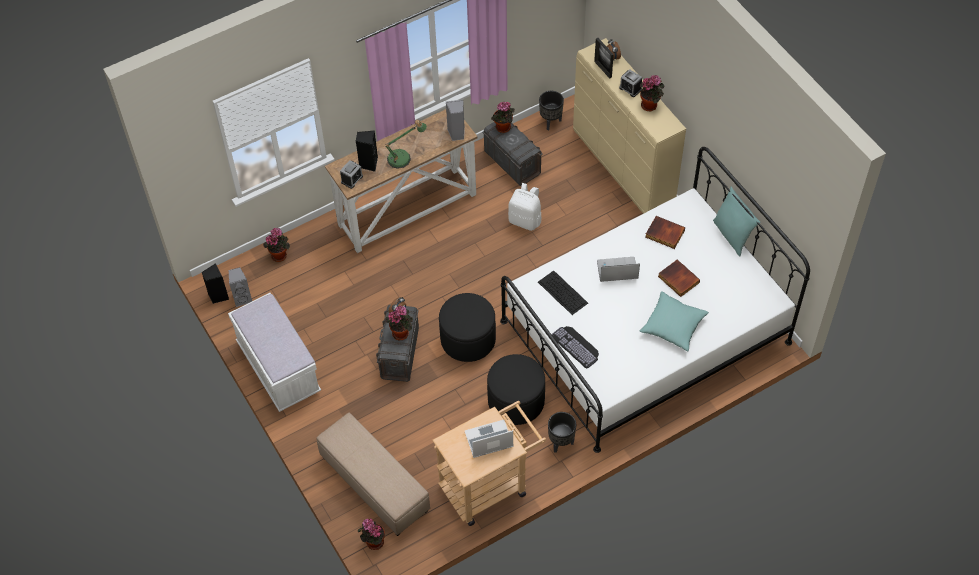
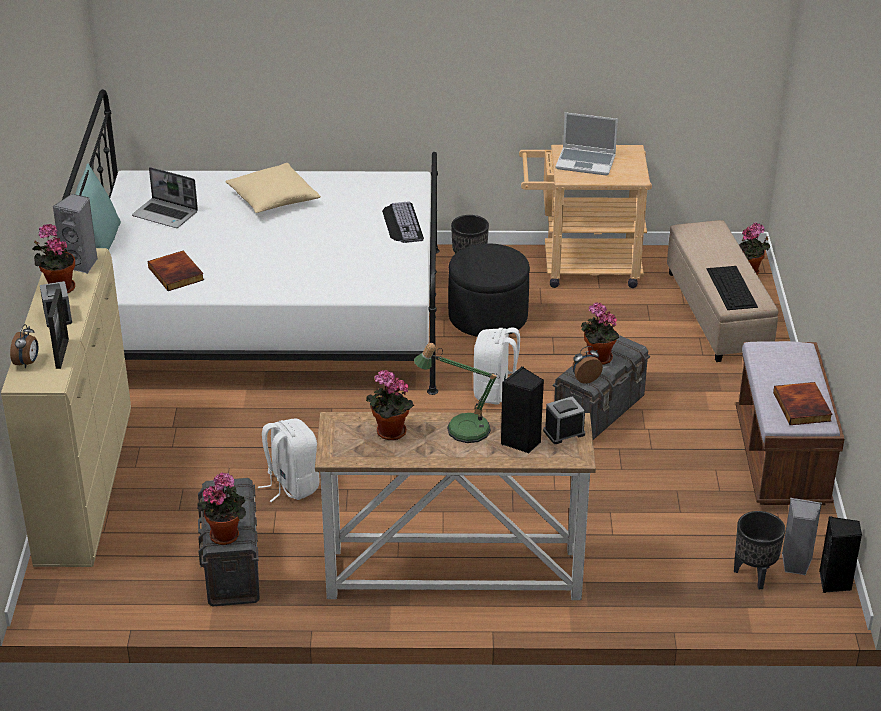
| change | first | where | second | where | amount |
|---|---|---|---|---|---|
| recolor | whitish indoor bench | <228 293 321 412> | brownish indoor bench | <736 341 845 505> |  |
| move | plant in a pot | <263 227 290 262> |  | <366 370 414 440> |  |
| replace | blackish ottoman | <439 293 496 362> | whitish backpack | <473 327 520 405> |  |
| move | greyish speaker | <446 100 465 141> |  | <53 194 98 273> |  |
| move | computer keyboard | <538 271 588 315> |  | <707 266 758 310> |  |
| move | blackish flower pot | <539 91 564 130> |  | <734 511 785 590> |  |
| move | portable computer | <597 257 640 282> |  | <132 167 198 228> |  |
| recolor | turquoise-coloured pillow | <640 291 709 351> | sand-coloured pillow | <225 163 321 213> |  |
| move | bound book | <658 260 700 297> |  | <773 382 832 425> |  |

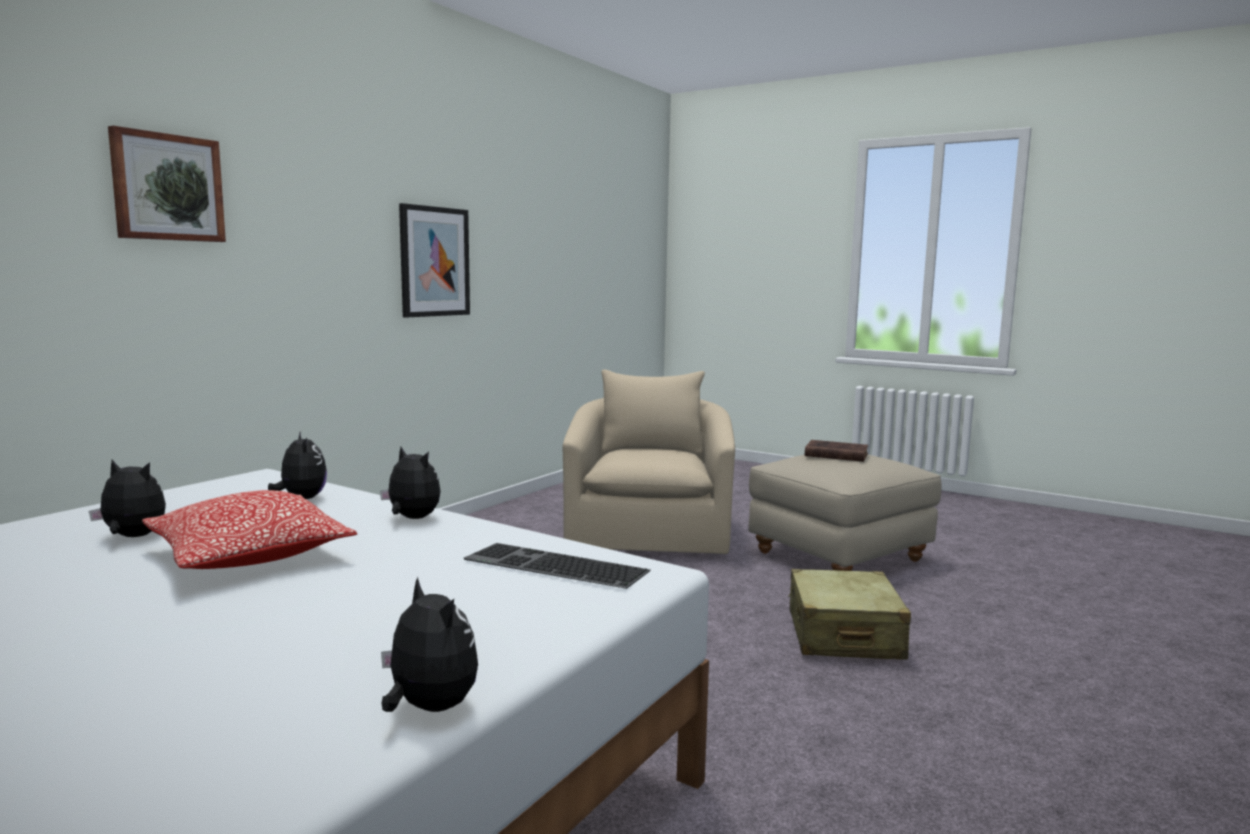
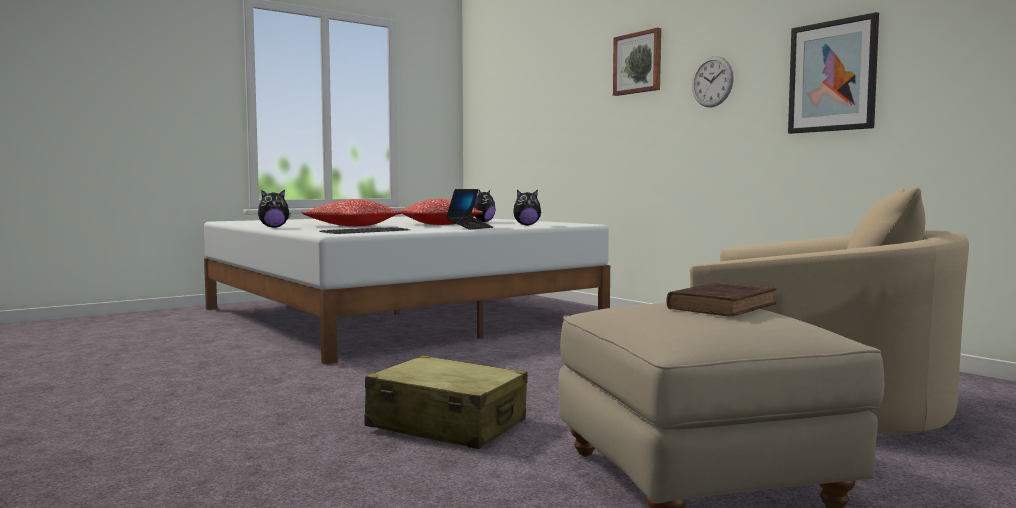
| change | first | where | second | where | amount |
|---|---|---|---|---|---|
| replace | plush toy | <380 447 441 519> | portable computer | <446 189 493 230> |  |
| insert |  |  | pillow | <301 199 403 226> |  |
| insert |  |  | clock on the wall | <692 56 734 107> |  |

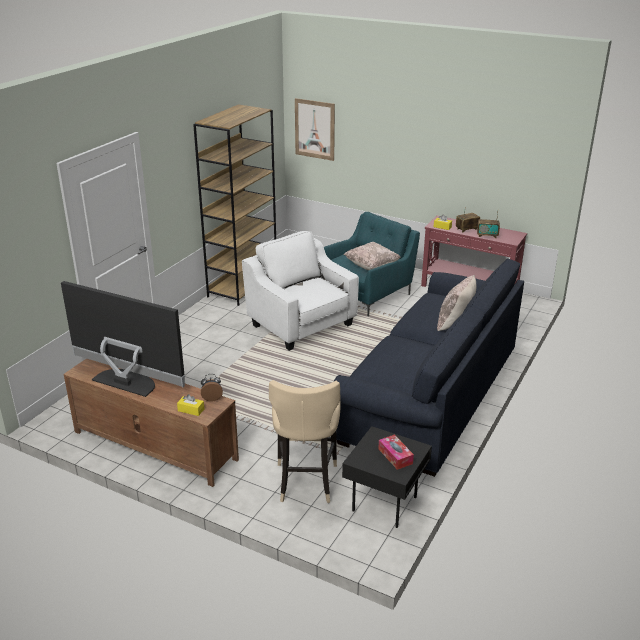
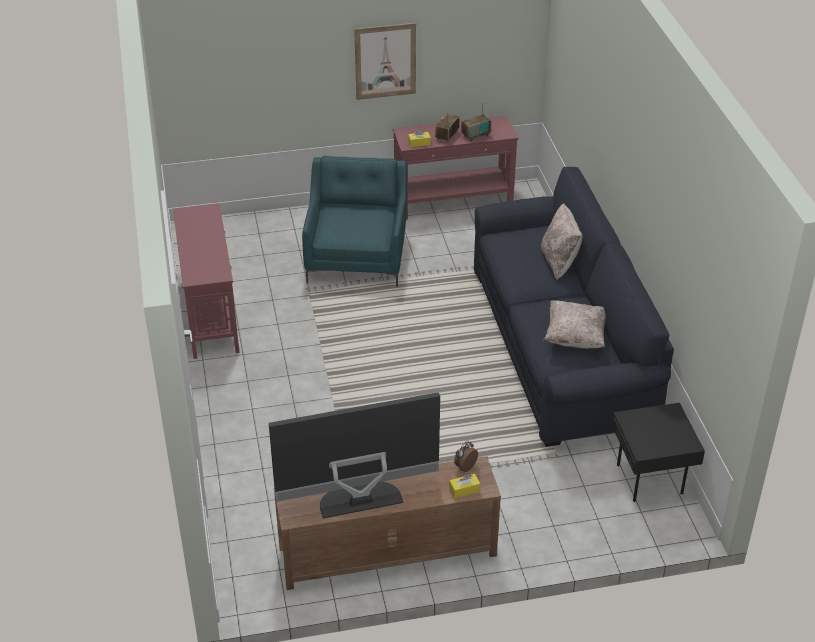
| change | first | where | second | where | amount |
|---|---|---|---|---|---|
| replace | brownish shelving unit | <193 104 276 306> | reddish console table | <173 203 239 359> |  |
| delete | whitish easy chair | <242 231 359 351> |  |  |  |
| delete | sand-coloured sitting stool | <269 380 341 503> |  |  |  |
| move | picture | <295 98 335 161> |  | <354 23 416 100> |  |
| move | sand-coloured pillow | <344 242 401 270> |  | <544 300 606 349> |  |
| delete | box of tissues | <378 435 414 470> |  |  |  |

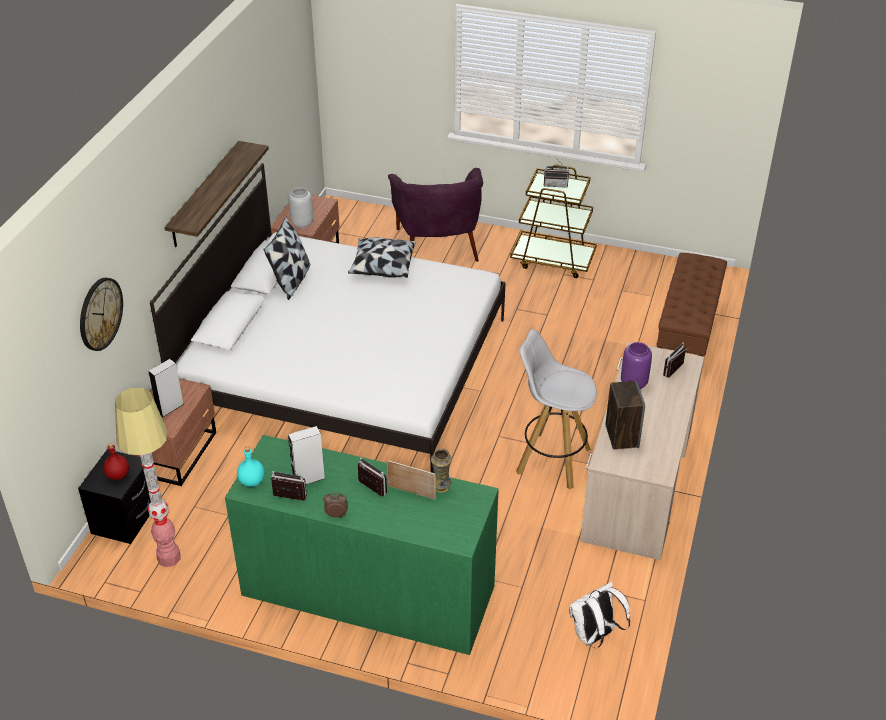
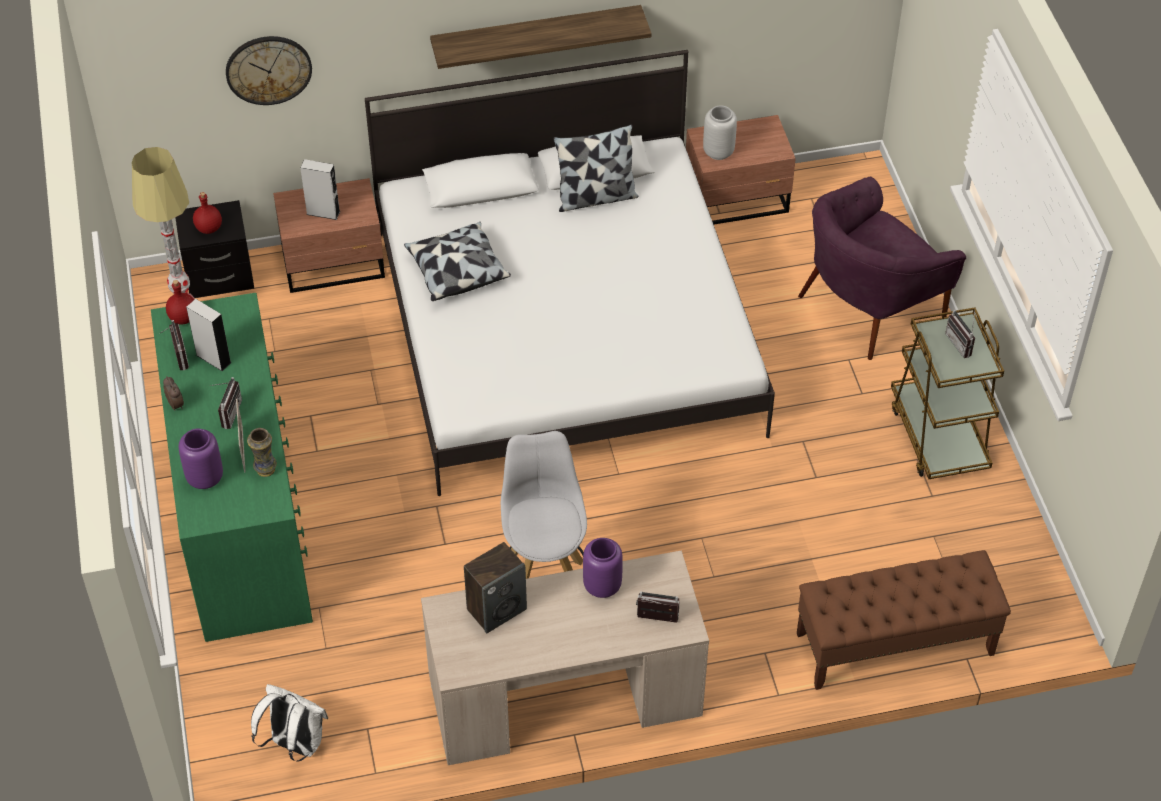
| change | first | where | second | where | amount |
|---|---|---|---|---|---|
| recolor | turquoise-coloured drink bottle | <237 447 265 487> | reddish drink bottle | <166 280 194 325> |  |
| move | pillow | <348 237 415 278> |  | <404 222 511 301> |  |
| insert |  |  | purple-coloured decorative vase | <179 429 223 489> |  |

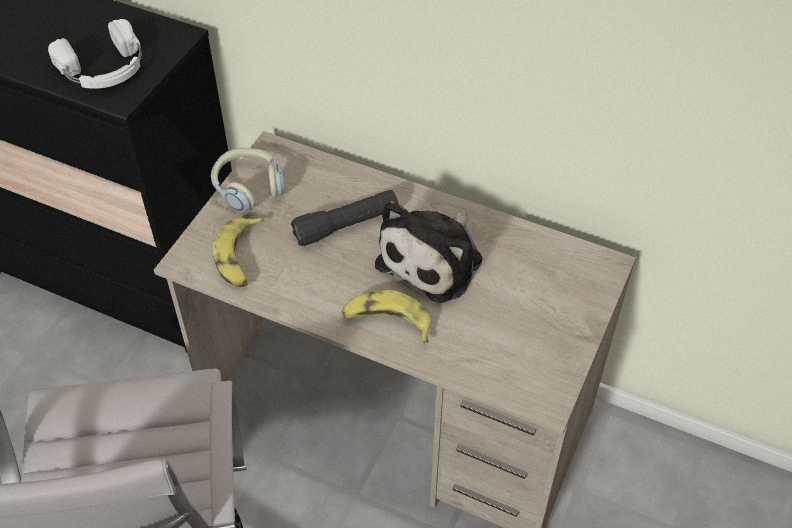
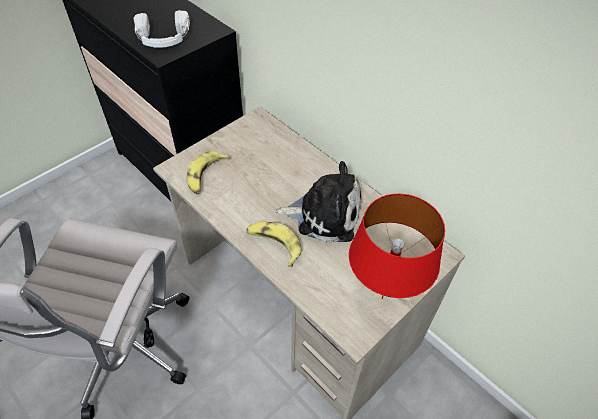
| change | first | where | second | where | amount |
|---|---|---|---|---|---|
| delete | pair of headphones | <211 148 285 212> |  |  |  |
| delete | blackish flashlight | <291 190 398 246> |  |  |  |
| rotate | plush toy | <375 201 482 303> |  | <275 161 361 243> | 135 degrees counterclockwise |
| insert |  |  | reddish tabletop lamp | <349 194 445 299> |  |

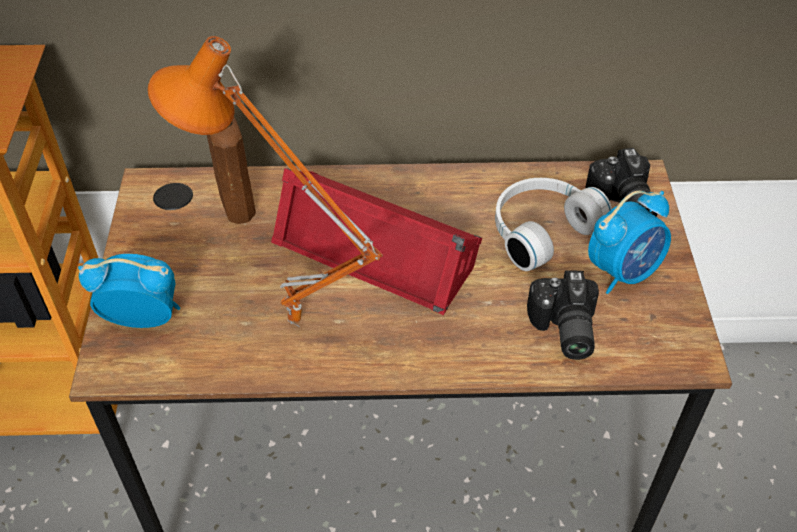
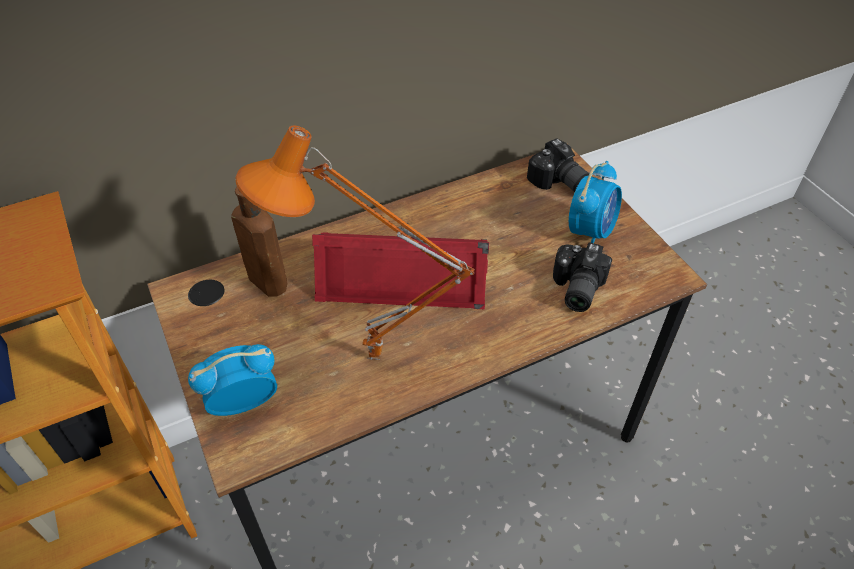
| change | first | where | second | where | amount |
|---|---|---|---|---|---|
| delete | whitish pair of headphones | <495 178 612 271> |  |  |  |
| rotate | still camera | <527 270 599 360> |  | <553 243 612 312> | 45 degrees clockwise |

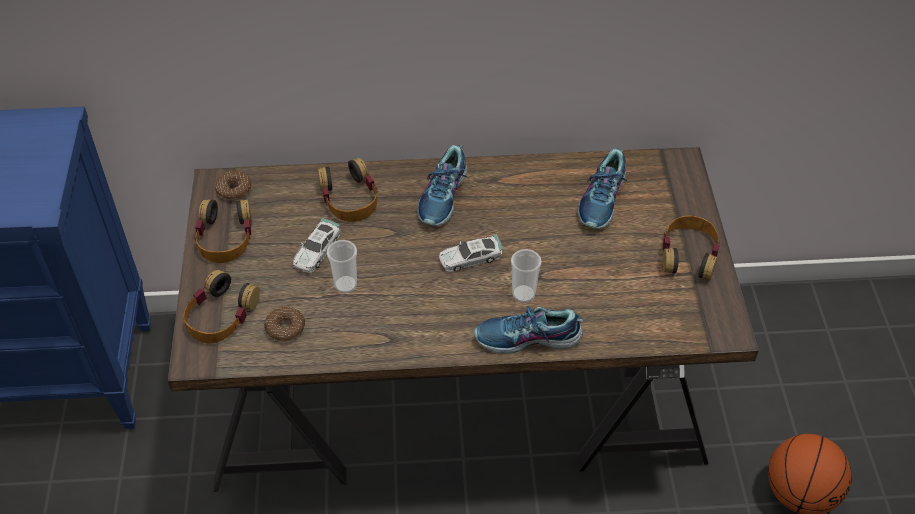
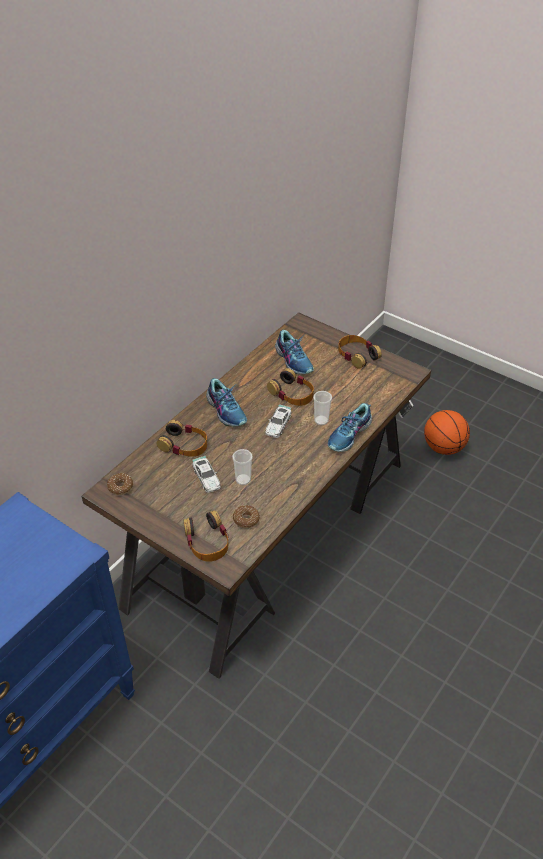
| change | first | where | second | where | amount |
|---|---|---|---|---|---|
| move | pair of headphones | <194 199 252 263> |  | <267 368 314 406> |  |

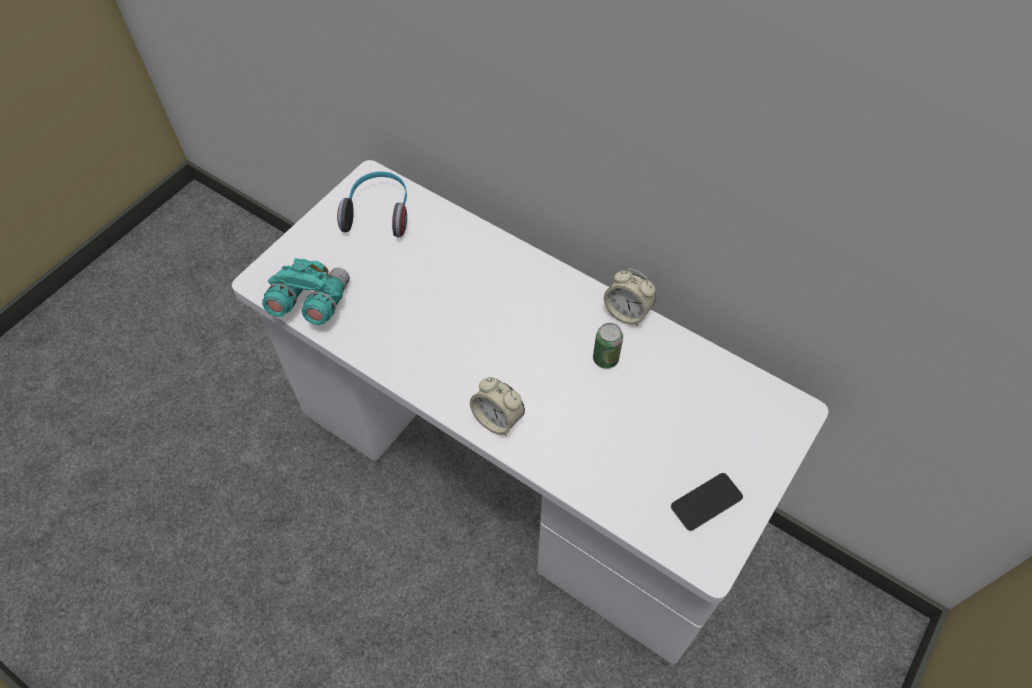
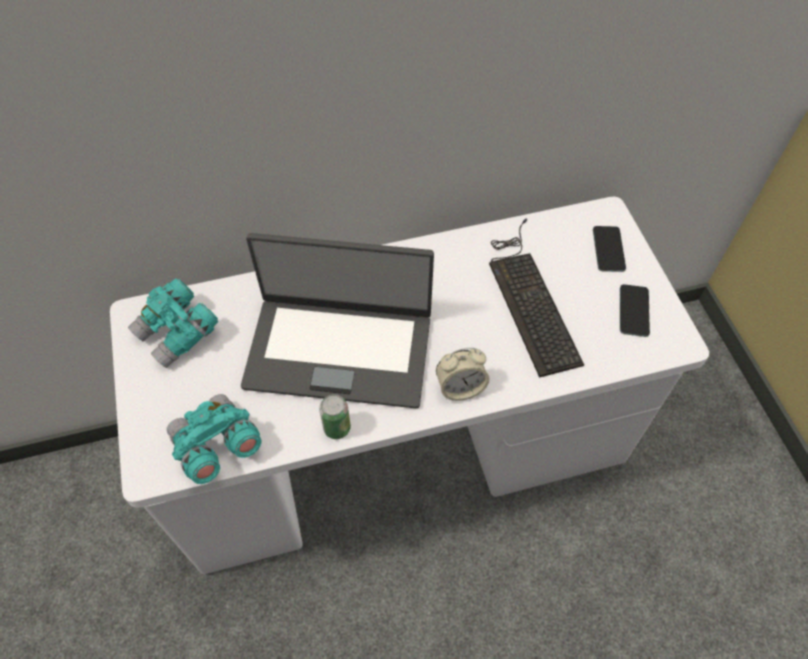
| change | first | where | second | where | amount |
|---|---|---|---|---|---|
| replace | pair of headphones | <337 171 407 237> | turquoise-coloured field glasses | <128 278 218 368> |  |
| move | can | <593 323 623 369> |  | <319 394 351 439> |  |
| delete | bedside clock | <604 269 656 326> |  |  |  |
| insert |  |  | portable computer | <241 233 434 408> |  |
| insert |  |  | computer keyboard | <489 218 584 378> |  |
| insert |  |  | phone | <593 226 626 272> |  |

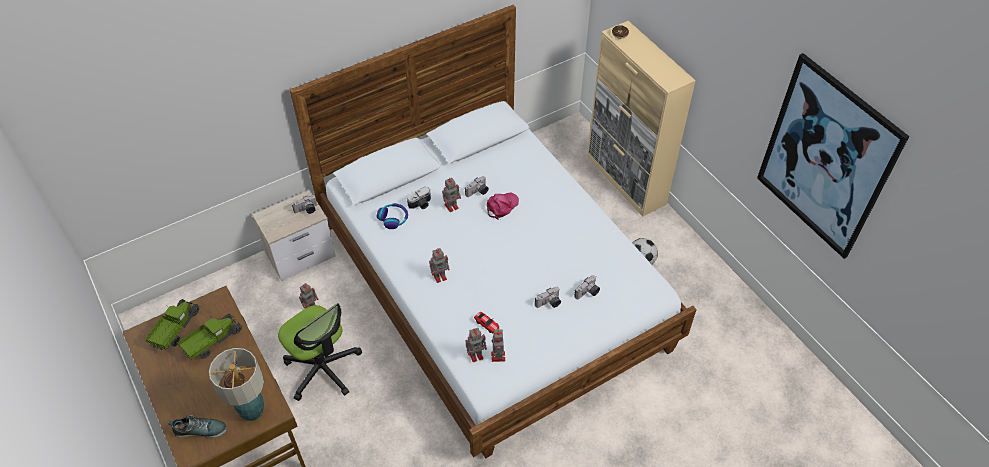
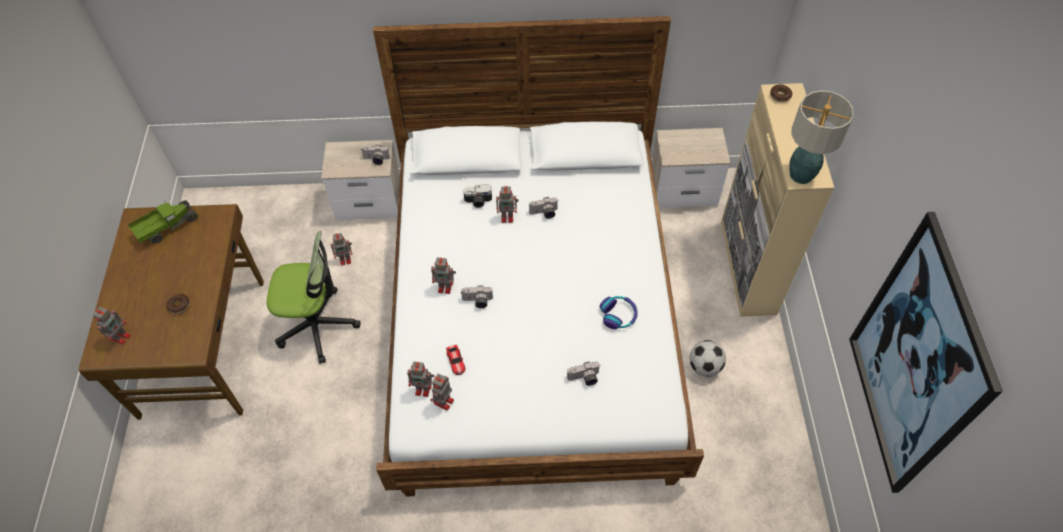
| change | first | where | second | where | amount |
|---|---|---|---|---|---|
| replace | shoe | <168 415 227 438> | toy robot | <93 307 131 345> |  |
| delete | model truck | <177 314 243 360> |  |  |  |
| move | tabletop lamp | <209 348 264 421> |  | <789 90 854 184> |  |
| rotate | office chair | <278 303 362 401> |  | <267 231 361 364> | 75 degrees counterclockwise |
| move | pair of headphones | <377 203 408 229> |  | <600 296 638 329> |  |
| delete | pink-coloured cap | <487 192 519 220> |  |  |  |
| move | still camera | <535 287 561 308> |  | <461 285 493 308> |  |
| insert |  |  | night table | <652 128 730 208> |  |

